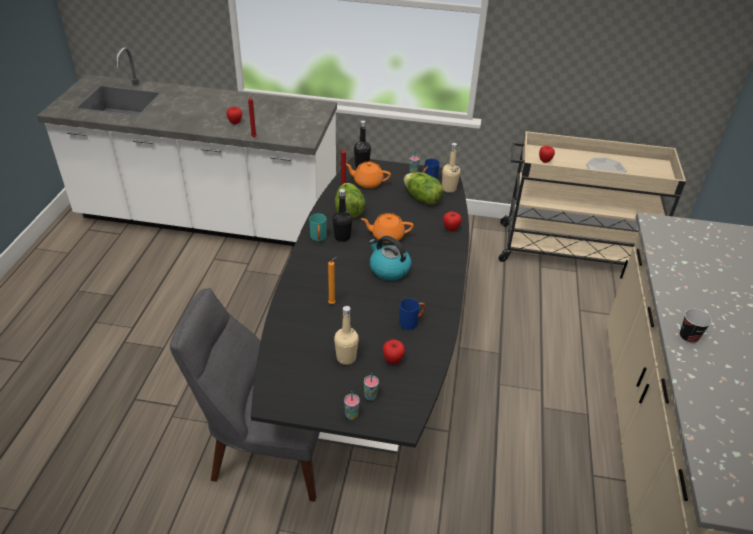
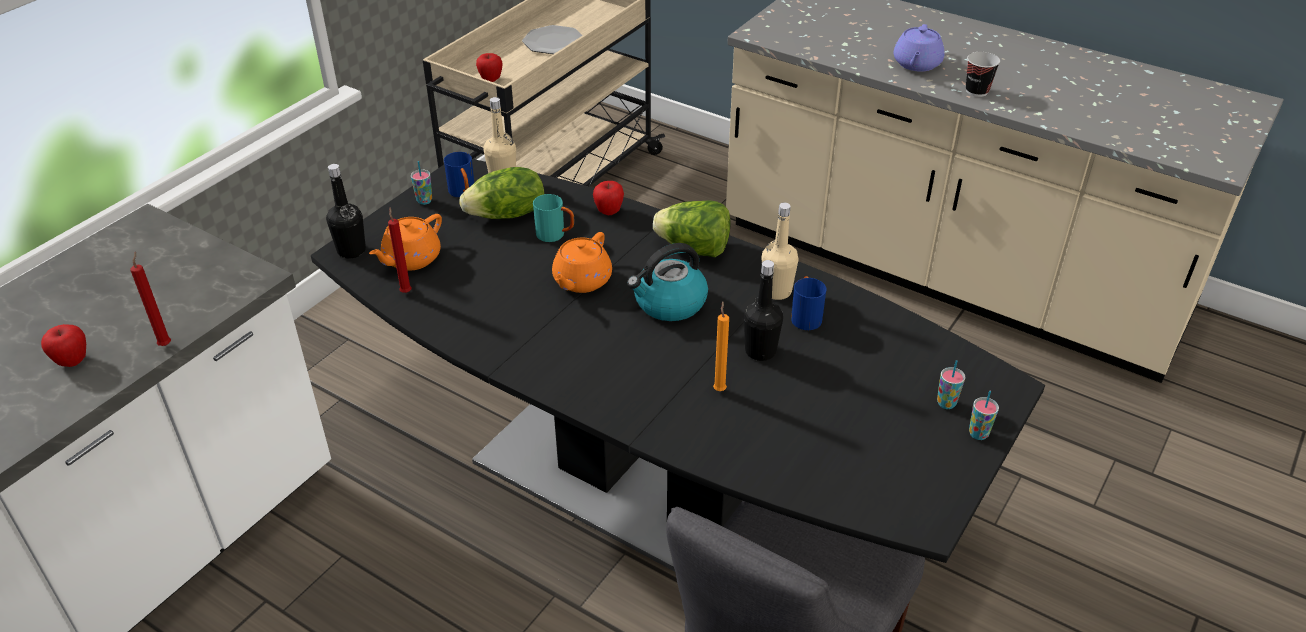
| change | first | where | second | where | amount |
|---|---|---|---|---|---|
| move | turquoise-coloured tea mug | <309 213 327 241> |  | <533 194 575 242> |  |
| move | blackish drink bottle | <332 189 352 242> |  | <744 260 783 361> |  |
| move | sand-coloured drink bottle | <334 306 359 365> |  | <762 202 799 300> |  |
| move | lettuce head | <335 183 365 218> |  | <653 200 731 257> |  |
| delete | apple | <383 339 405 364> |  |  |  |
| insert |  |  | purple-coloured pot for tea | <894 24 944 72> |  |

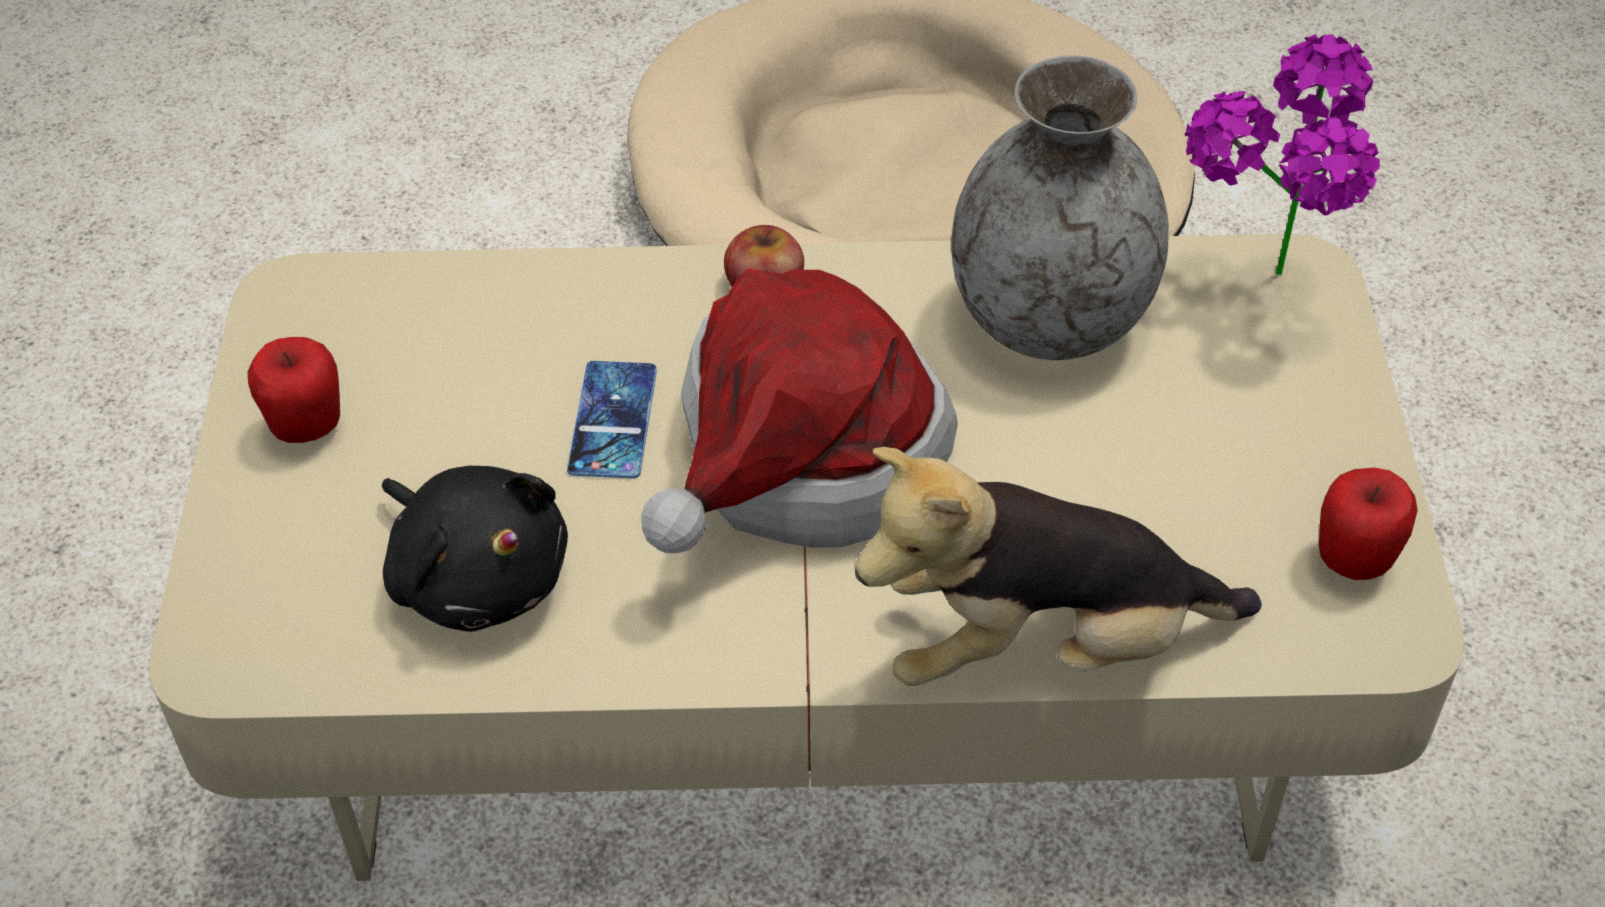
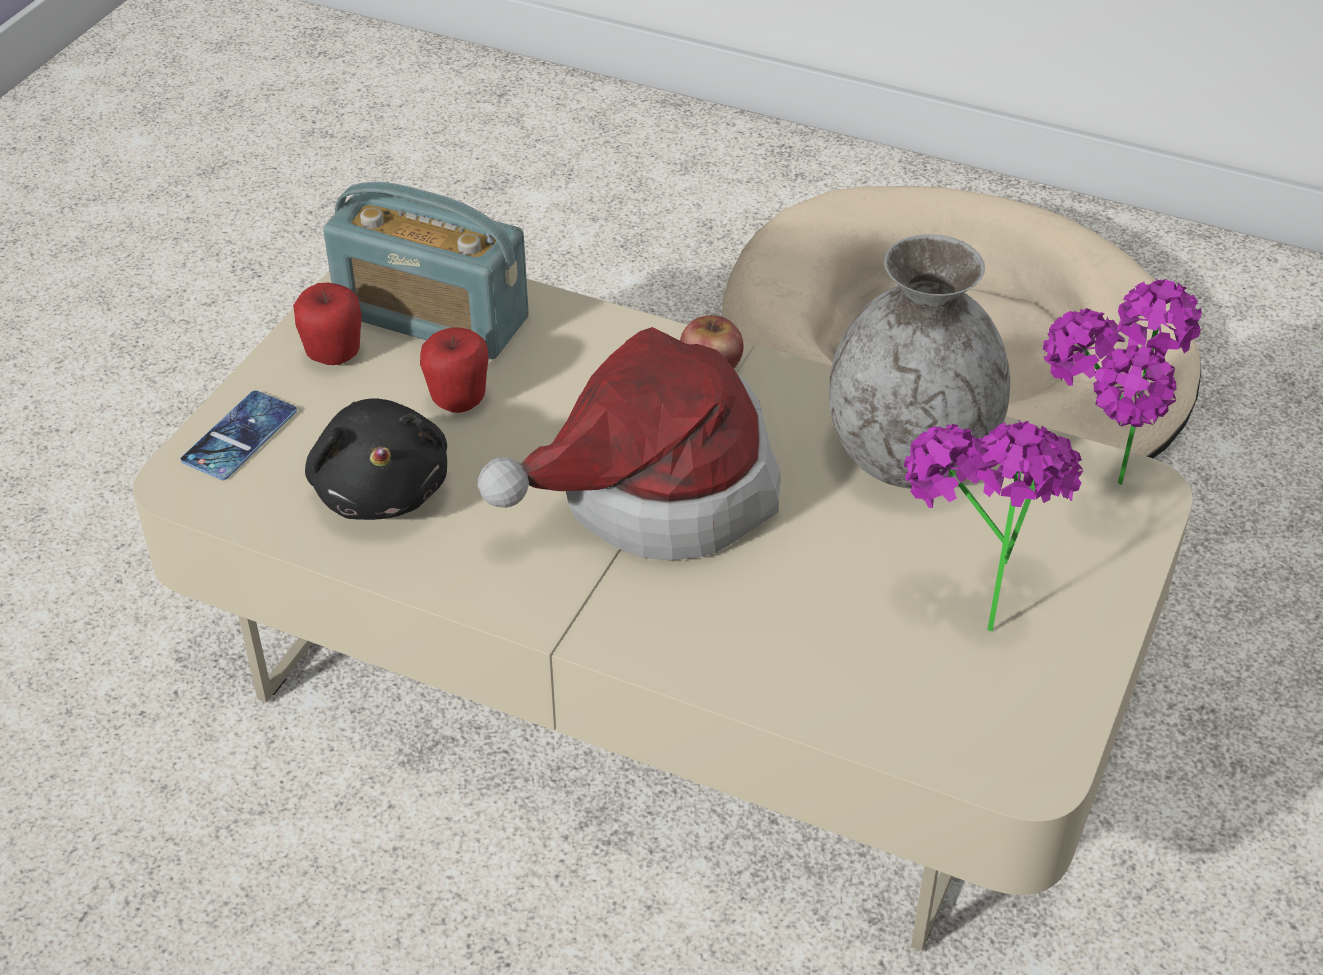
| change | first | where | second | where | amount |
|---|---|---|---|---|---|
| move | phone | <567 361 657 479> |  | <181 391 297 480> |  |
| delete | plush toy | <855 447 1262 686> |  |  |  |
| move | apple | <1319 468 1418 580> |  | <420 328 489 413> |  |
| insert |  |  | radio set | <323 182 529 359> |  |
| insert |  |  | plant in a pot | <904 420 1084 632> |  |

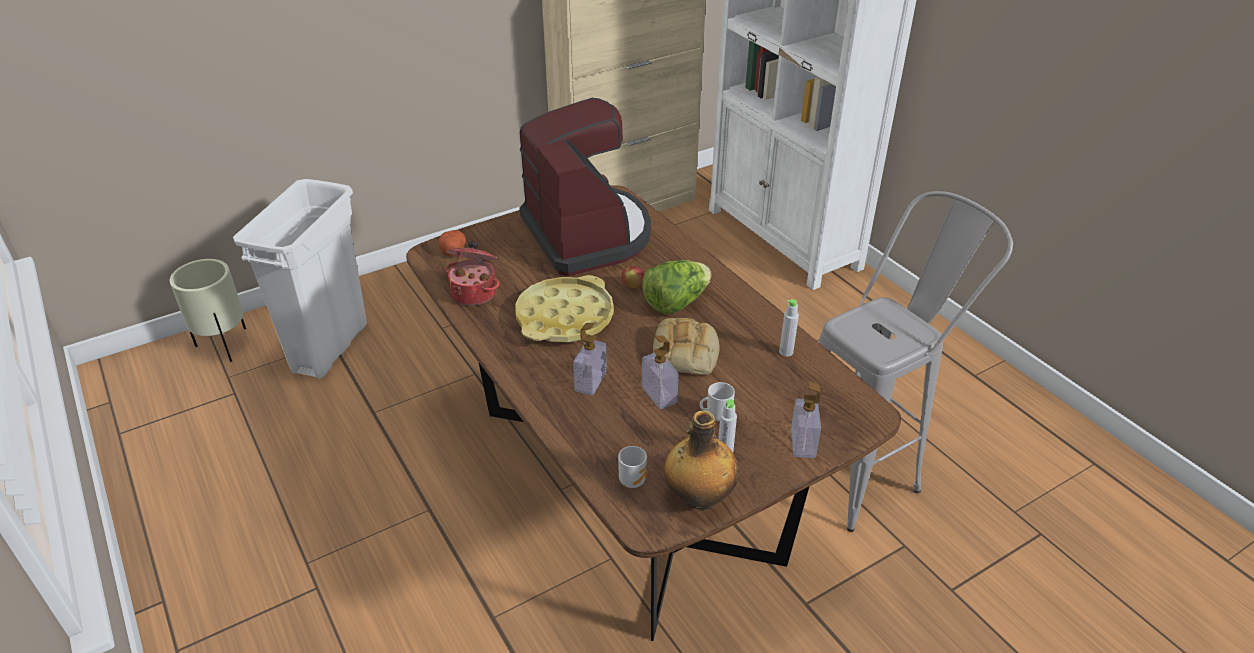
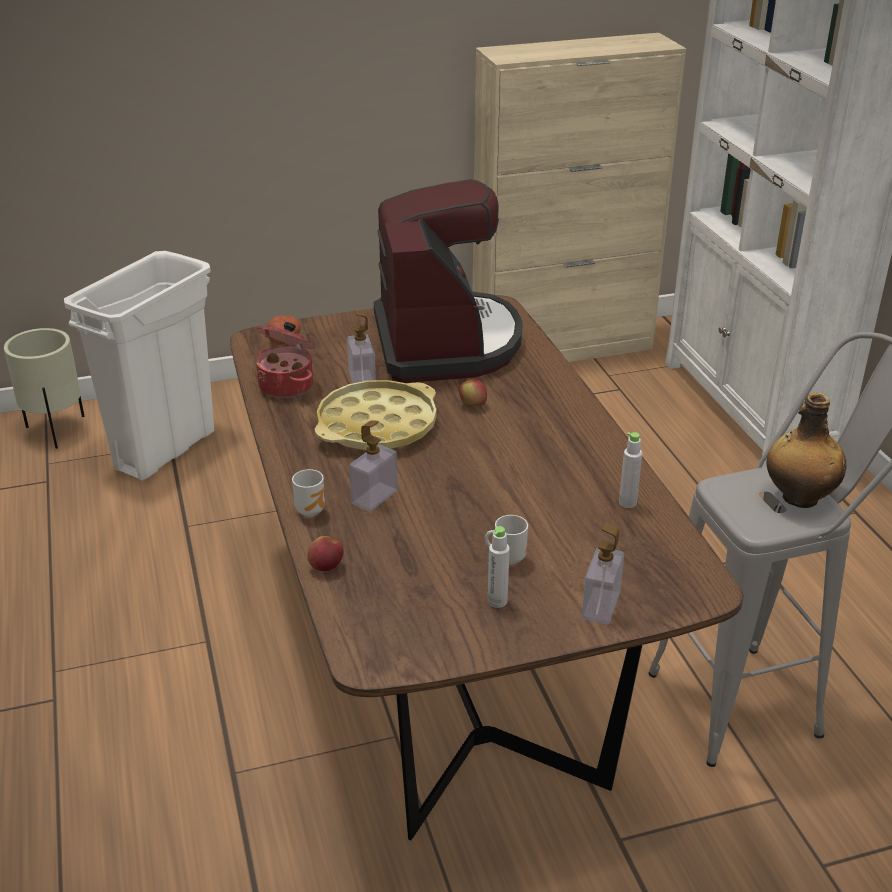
| change | first | where | second | where | amount |
|---|---|---|---|---|---|
| move | tea mug | <618 446 647 488> |  | <292 469 325 517> |  |
| delete | lettuce head | <642 260 711 314> |  |  |  |
| move | soap dispenser | <642 335 679 409> |  | <347 310 376 383> |  |
| delete | baked bread | <653 318 720 375> |  |  |  |
| move | drink bottle | <664 410 739 510> |  | <767 393 847 508> |  |
| insert |  |  | apple | <307 536 344 571> |  |

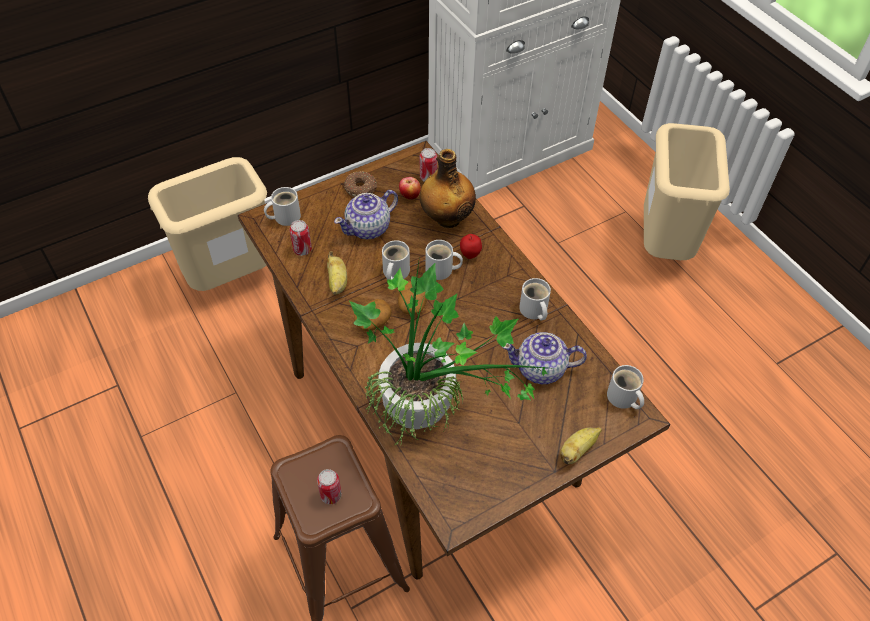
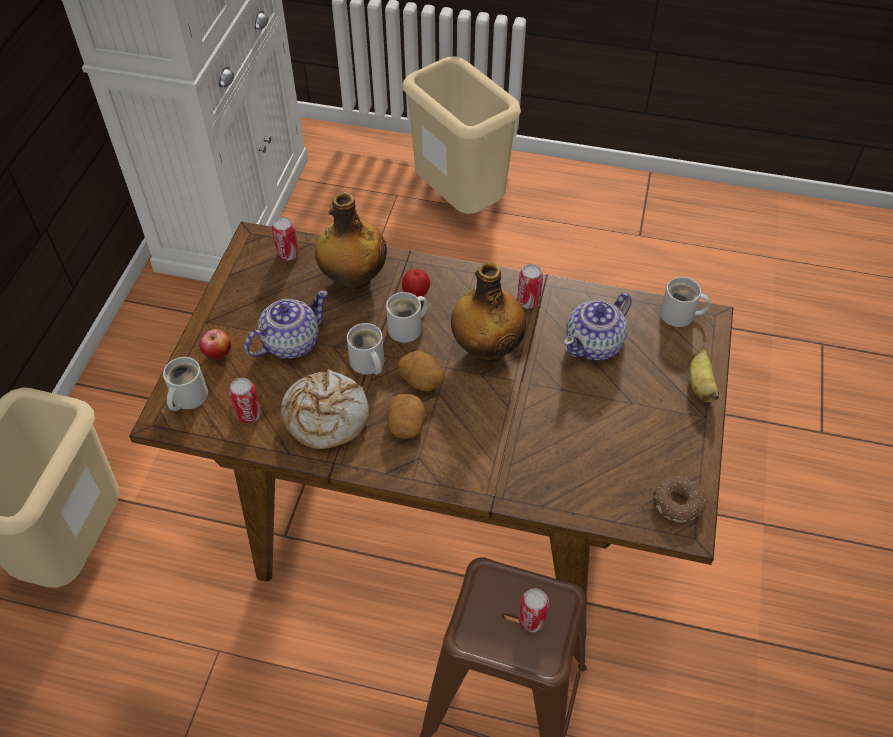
| change | first | where | second | where | amount |
|---|---|---|---|---|---|
| replace | banana fruit | <327 251 347 295> | baked bread | <281 369 369 449> |  |
| rotate | pot for tea | <334 190 398 239> |  | <244 290 328 359> | 135 degrees counterclockwise |
| move | ring doughnut | <344 171 377 197> |  | <653 476 706 522> |  |
| delete | plant in a pot | <349 256 558 445> |  |  |  |
| move | apple | <399 177 421 200> |  | <199 329 231 359> |  |
| replace | whitish tea mug | <519 278 551 321> | can | <517 264 543 308> |  |
| insert |  |  | drink bottle | <451 262 526 362> |  |

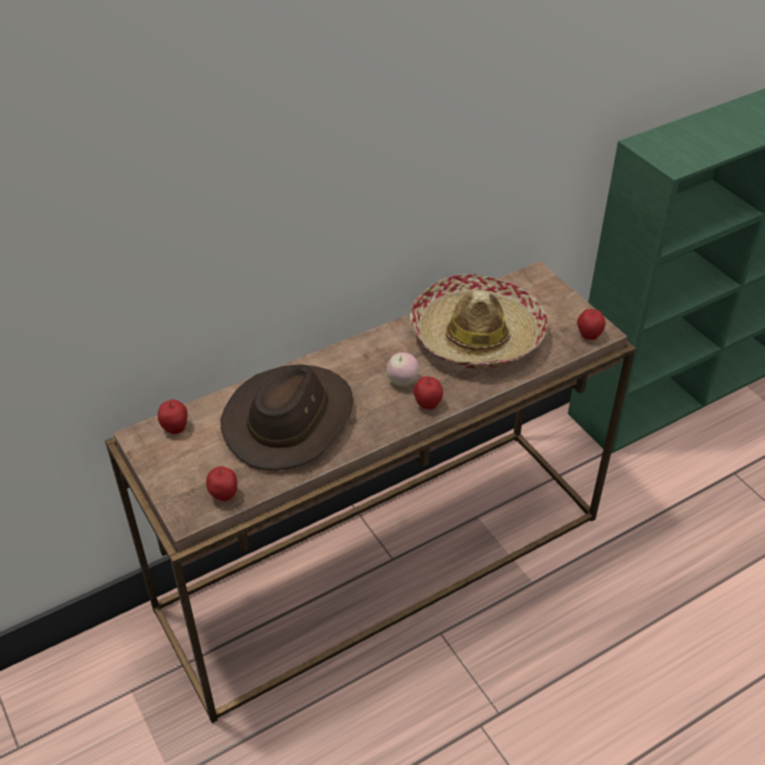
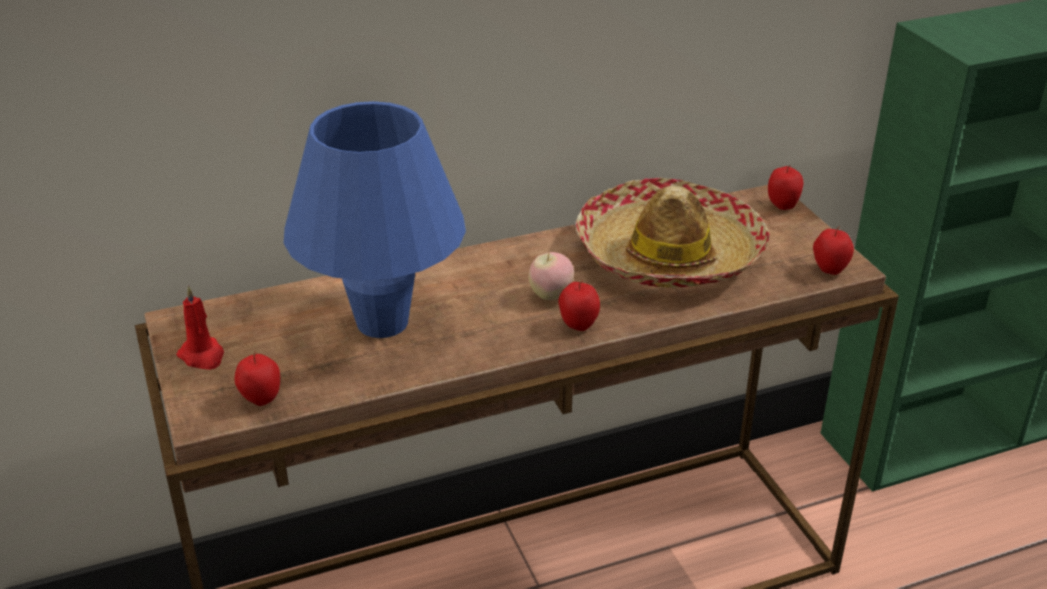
| change | first | where | second | where | amount |
|---|---|---|---|---|---|
| move | apple | <158 399 188 434> |  | <768 165 803 210> |  |
| replace | brownish wearable hat | <220 364 353 471> | blue tabletop lamp | <284 101 466 338> |  |
| insert |  |  | reddish wax candle | <176 286 224 370> |  |

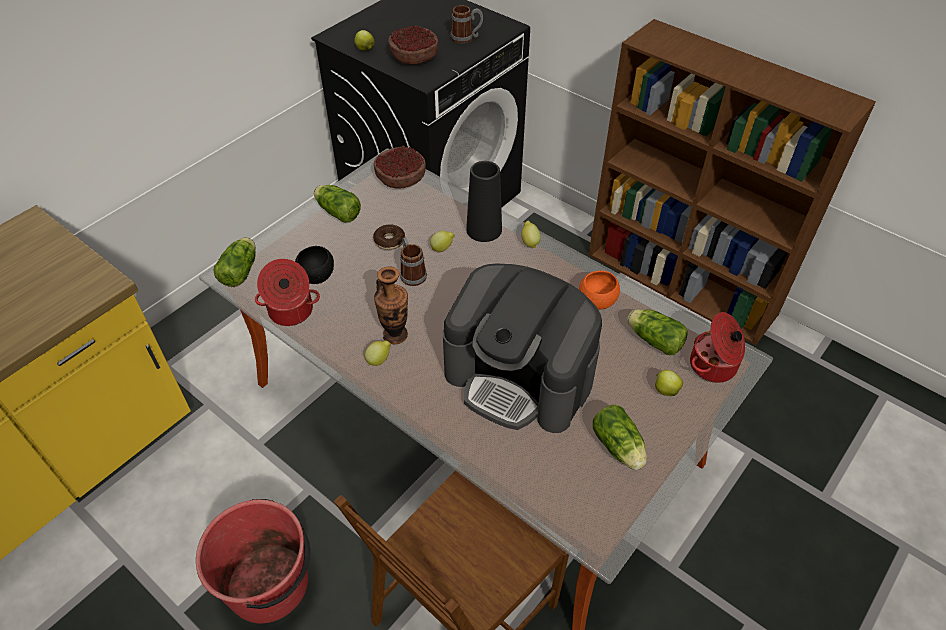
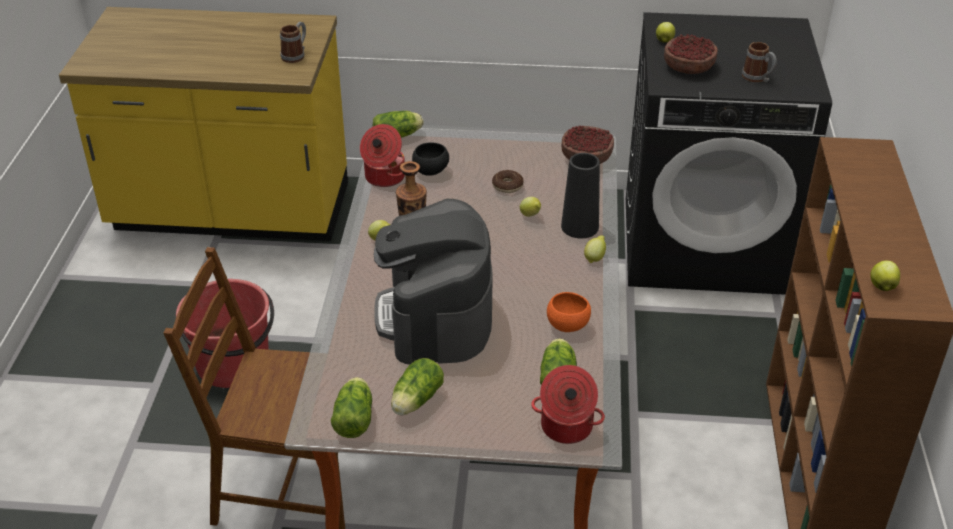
| change | first | where | second | where | amount |
|---|---|---|---|---|---|
| move | lettuce head | <314 185 361 223> |  | <331 377 372 438> |  |
| move | tea mug | <400 237 427 286> |  | <280 22 306 63> |  |
| move | apple | <655 370 683 396> |  | <870 261 900 291> |  |

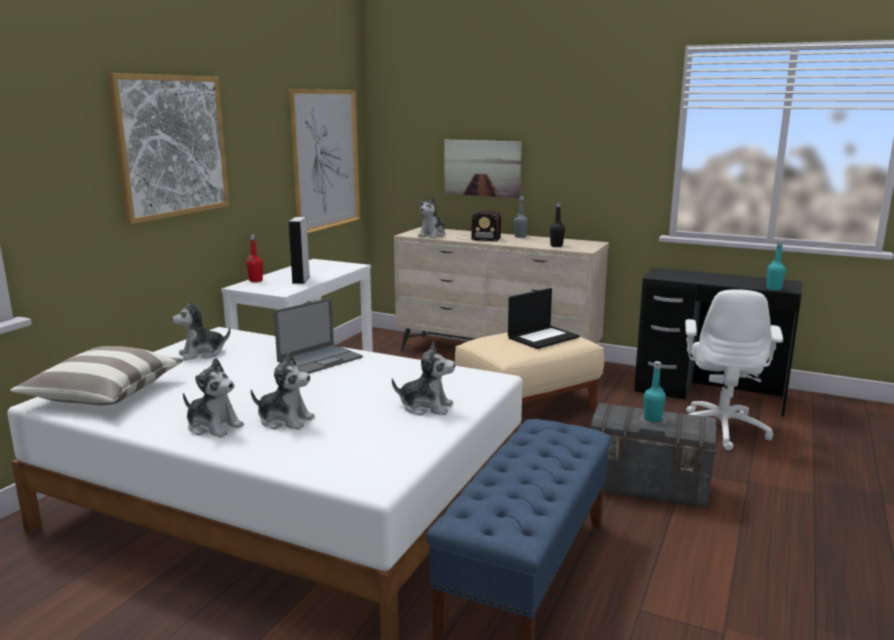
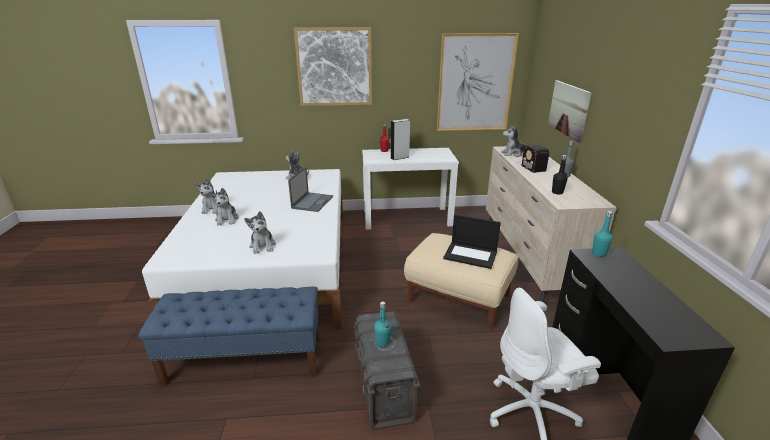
| change | first | where | second | where | amount |
|---|---|---|---|---|---|
| delete | pillow | <10 346 183 405> |  |  |  |
| rotate | portable computer | <274 298 363 374> |  | <288 167 333 212> | 90 degrees counterclockwise |
| move | turquoise-coloured drink bottle | <767 240 786 290> |  | <592 211 613 257> |  |

